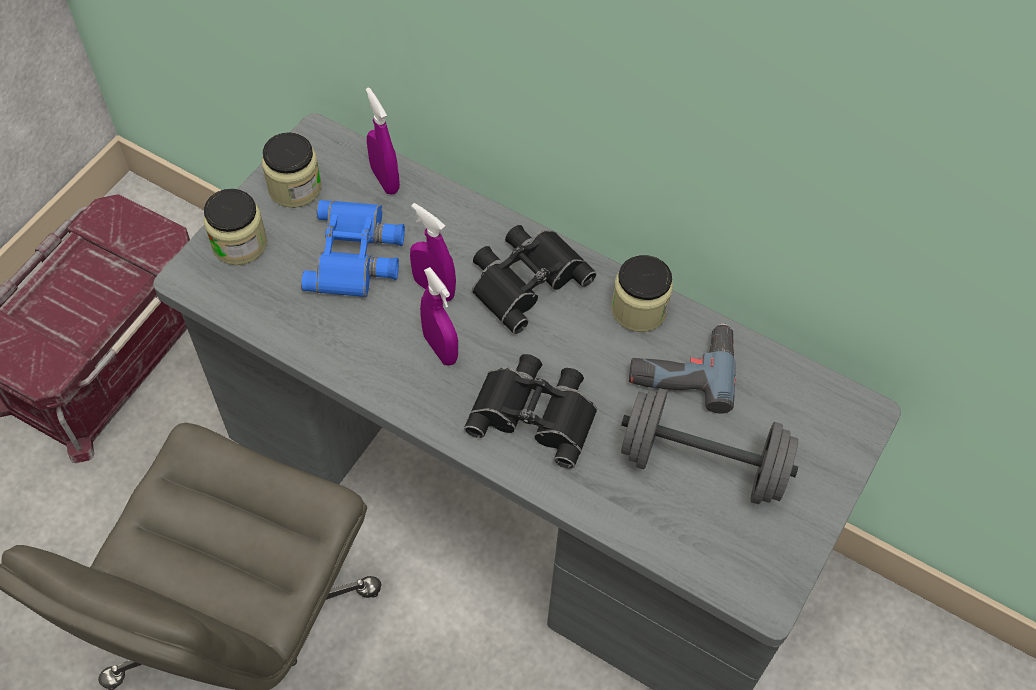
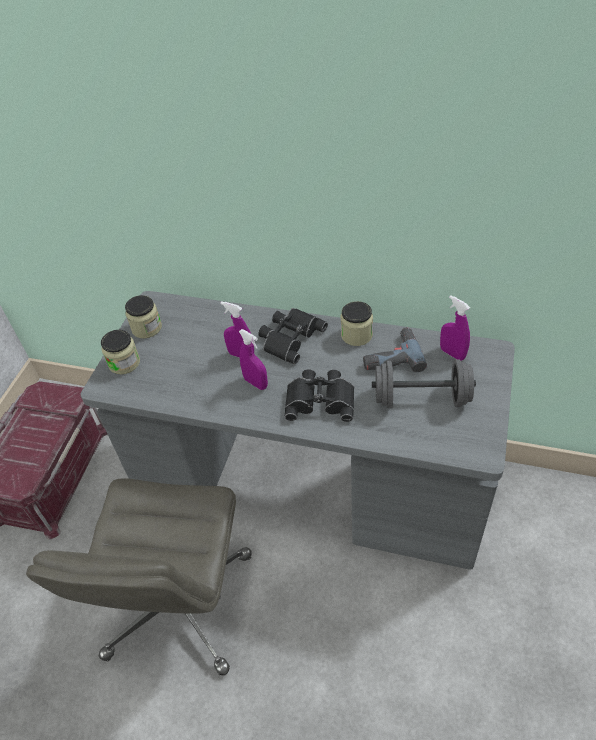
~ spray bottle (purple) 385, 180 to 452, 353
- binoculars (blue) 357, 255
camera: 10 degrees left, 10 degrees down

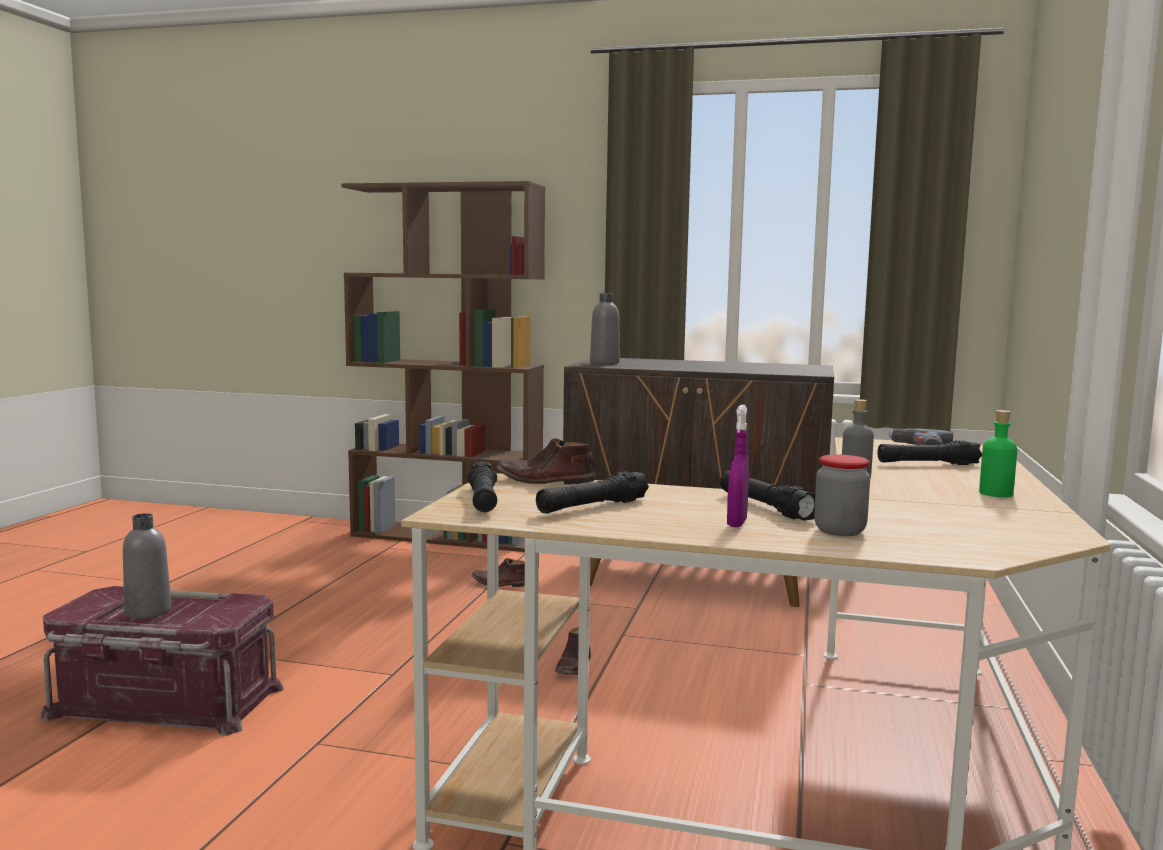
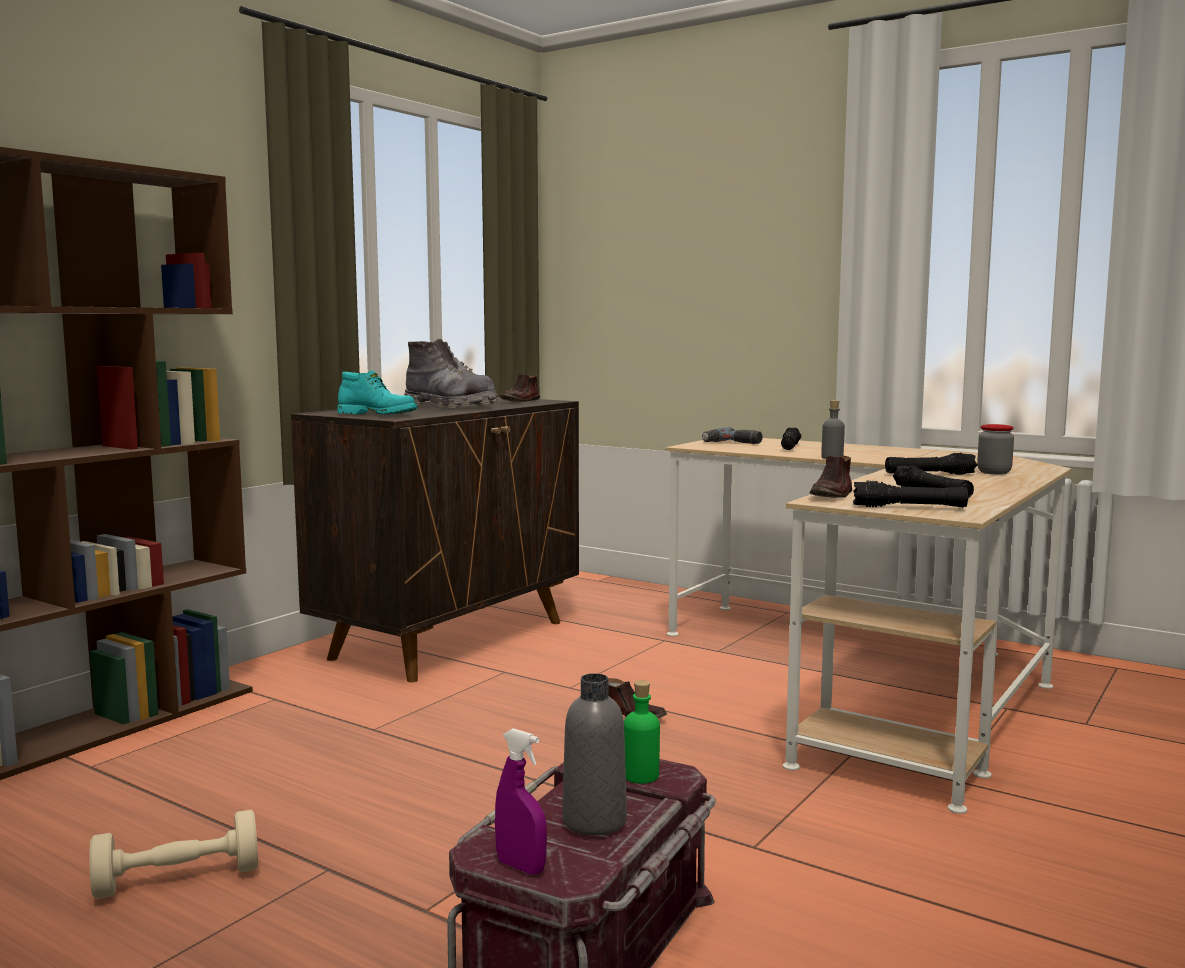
~ bottle (grey) 604, 363 to boot (turquoise) 378, 414
~ spray bottle (purple) 736, 523 to 521, 867
~ bottle (green) 995, 493 to 640, 775
~ shoe (brown) 501, 583 to 521, 401
+ boot (grey) 450, 406
+ dumbbell (beige) 178, 880
camera: 70 degrees left, 0 degrees up

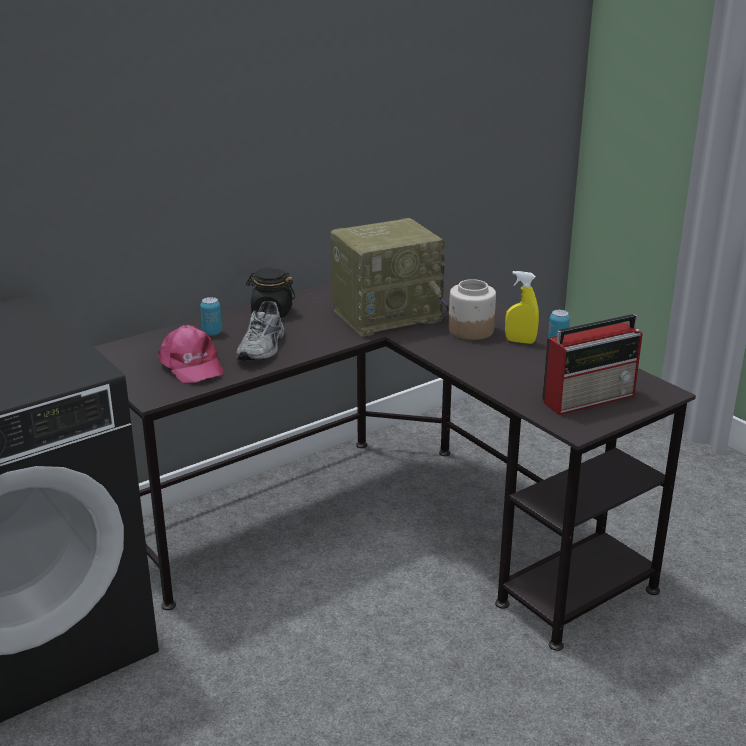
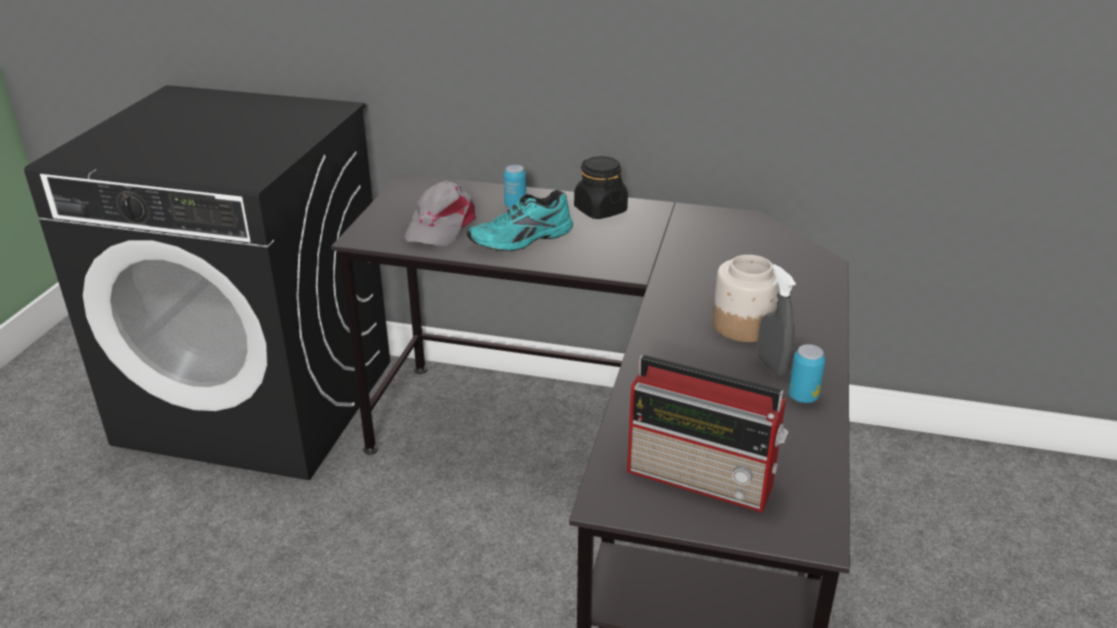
- radio 388, 315
~ spray bottle (yellow) 520, 341 to spray bottle (grey) 771, 367
~ shoe (grey) 263, 348 to shoe (turquoise) 522, 239
~ cap (pink) 191, 365 to cap (grey) 440, 226
camera: 50 degrees right, 5 degrees up

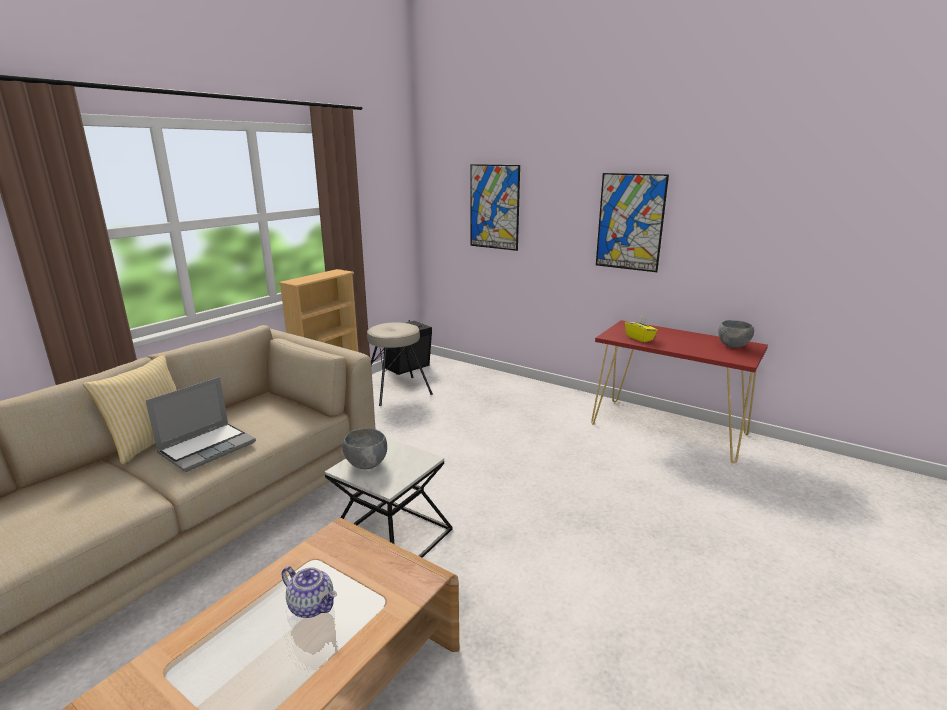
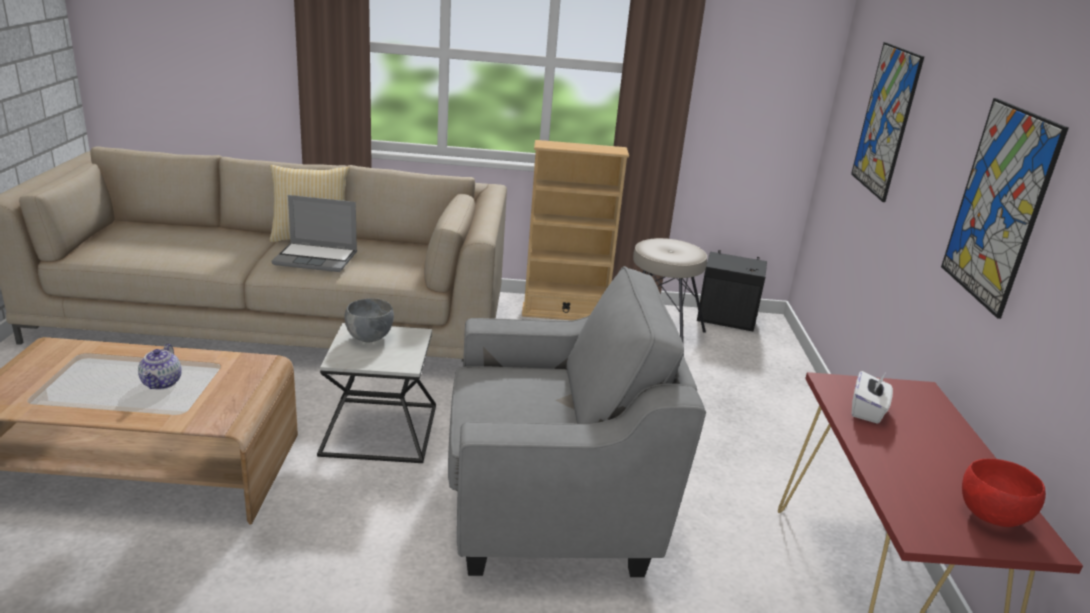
~ tissue box (yellow) 640, 338 to tissue box (white) 867, 411
~ bowl (grey) 733, 346 to bowl (red) 992, 517
+ armchair (grey) 551, 503
camera: 55 degrees right, 5 degrees up

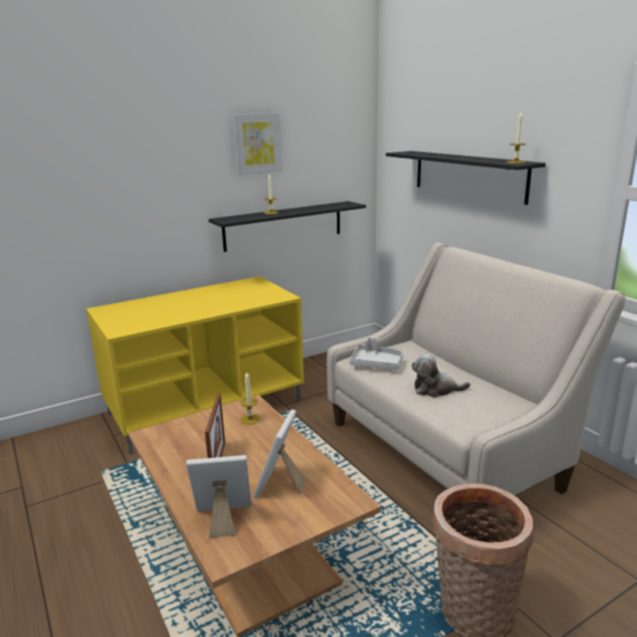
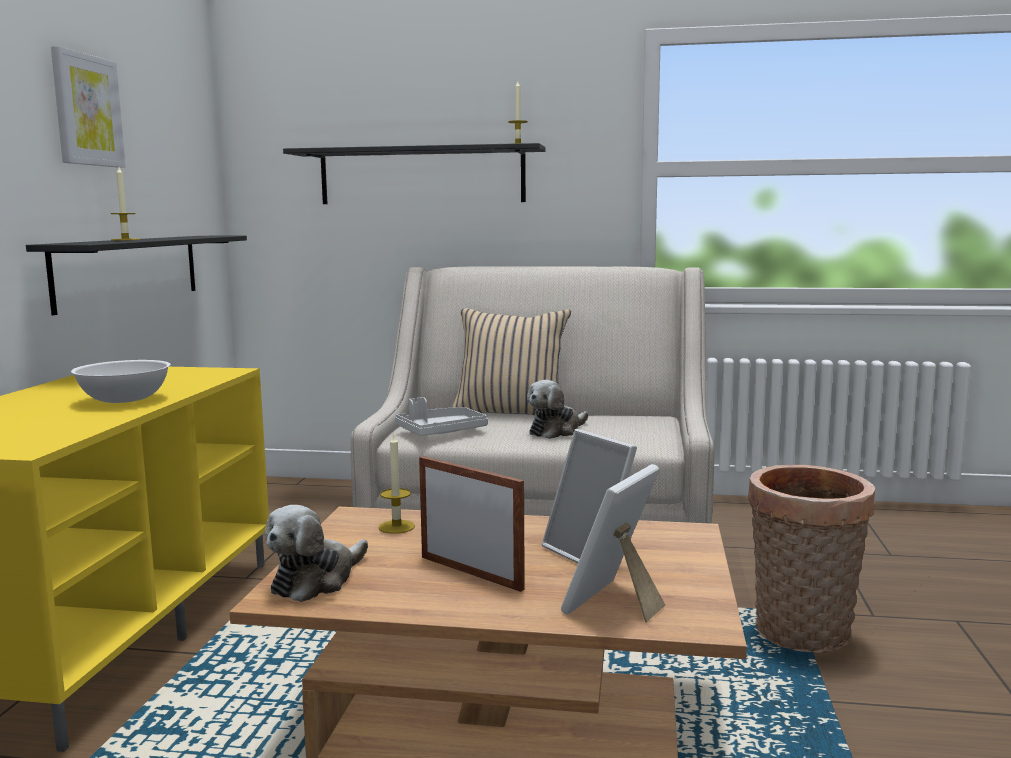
+ pillow (beige) 510, 413
+ bowl (white) 125, 400
+ plush toy 316, 580
camera: 50 degrees left, 10 degrees down

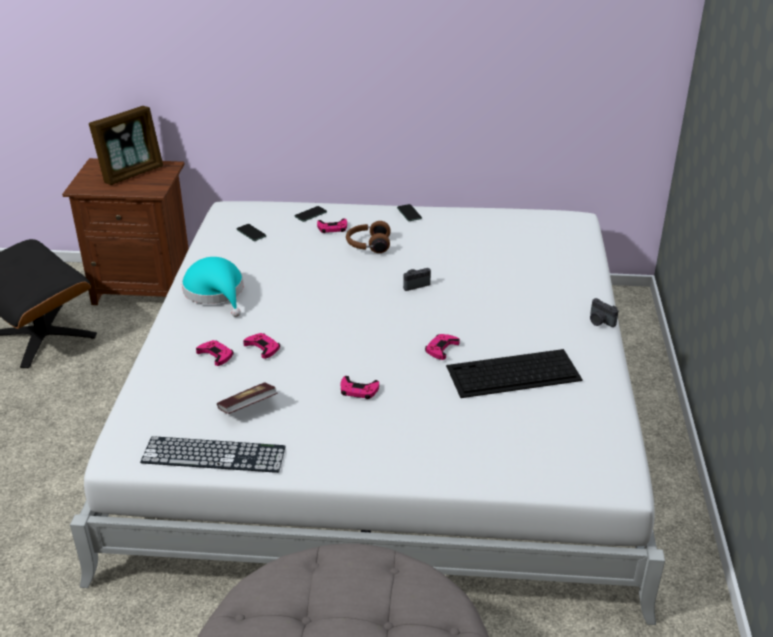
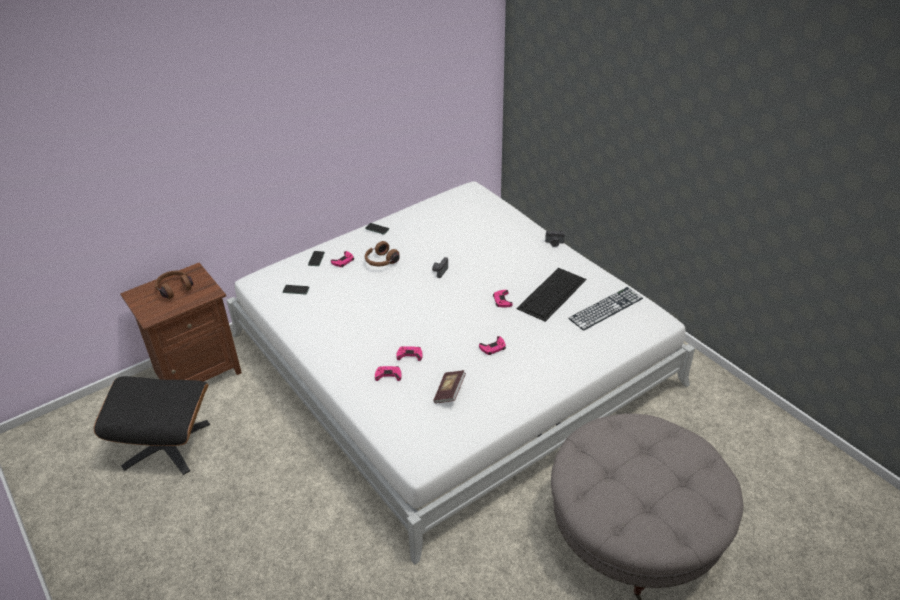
~ picture frame 132, 173 to headphones (brown) 174, 288
- hat (turquoise) 216, 292
~ keyboard 213, 455 to 605, 308
camera: 40 degrees left, 5 degrees up

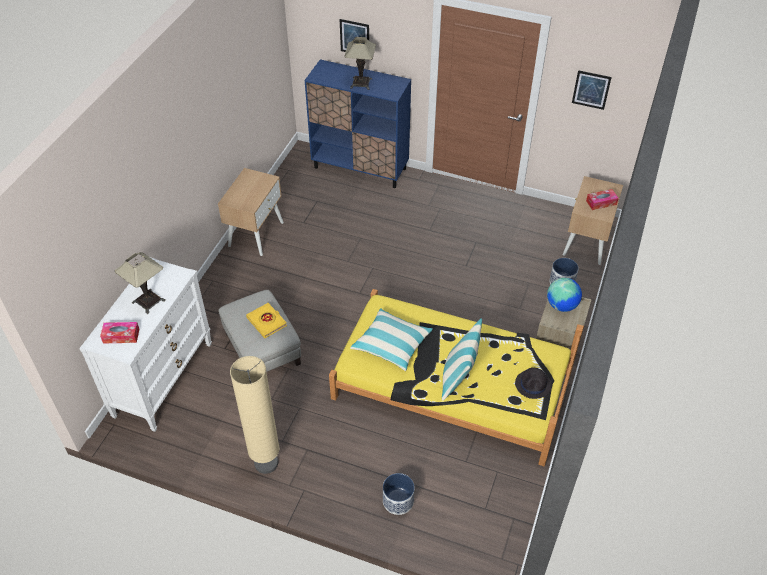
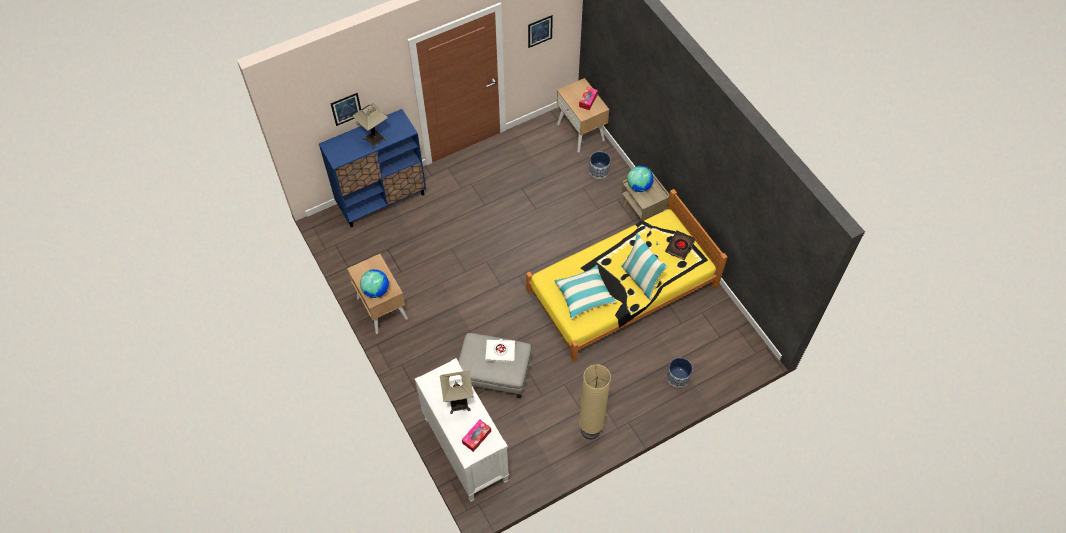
~ book (yellow) 267, 322 to book (white) 500, 352
~ hat (black) 533, 384 to book (black) 680, 246
+ globe 376, 290
camera: 50 degrees left, 10 degrees up

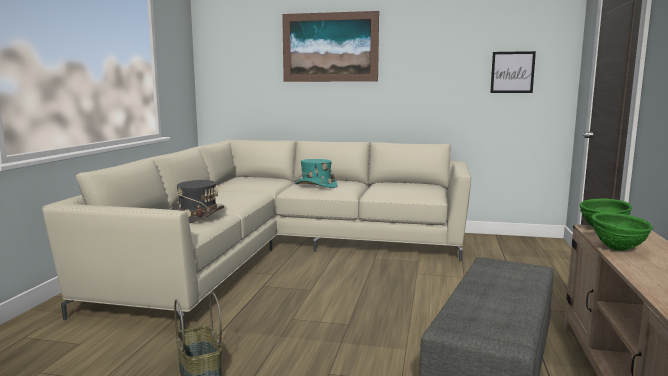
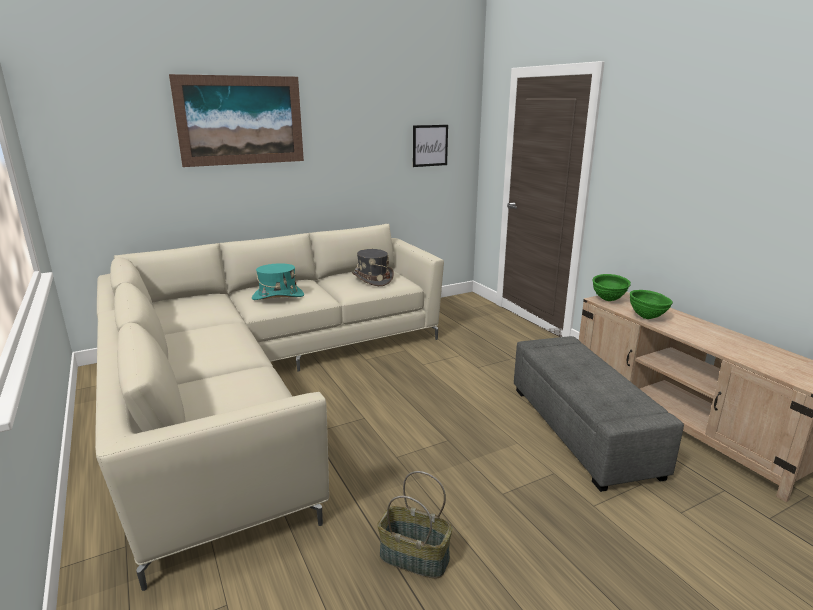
~ hat (grey) 198, 216 to 372, 279
camera: 40 degrees left, 10 degrees up

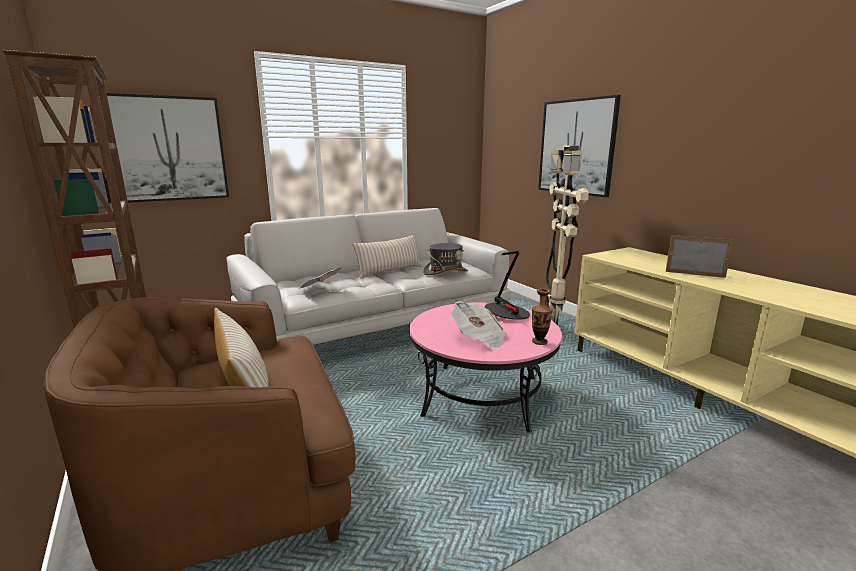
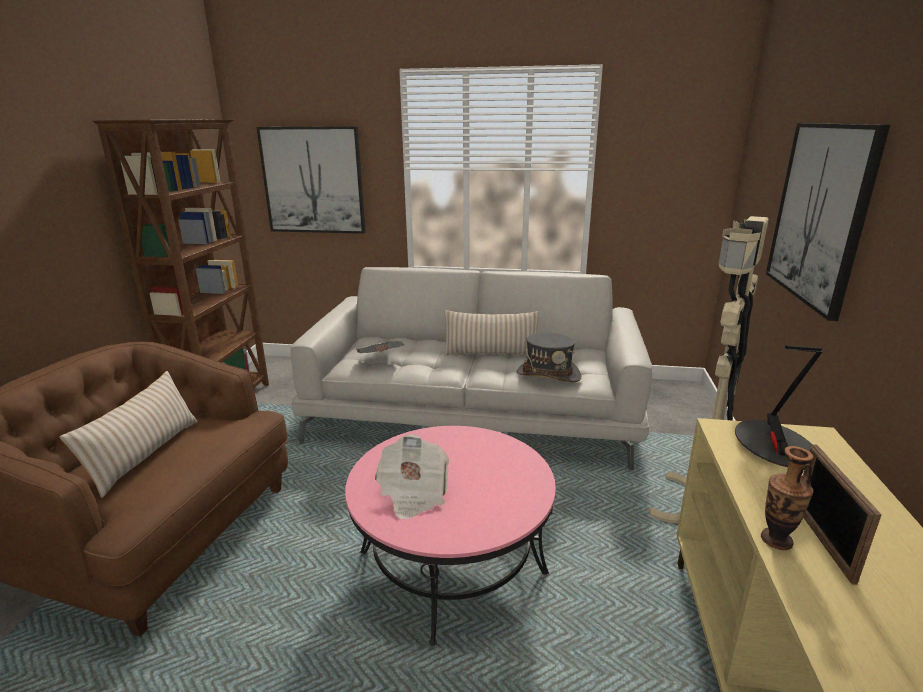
~ picture frame 694, 274 = 822, 541 150 degrees counterclockwise
~ table lamp 506, 313 to 774, 446
~ vase 539, 342 to 776, 540
camera: 40 degrees right, 5 degrees up

